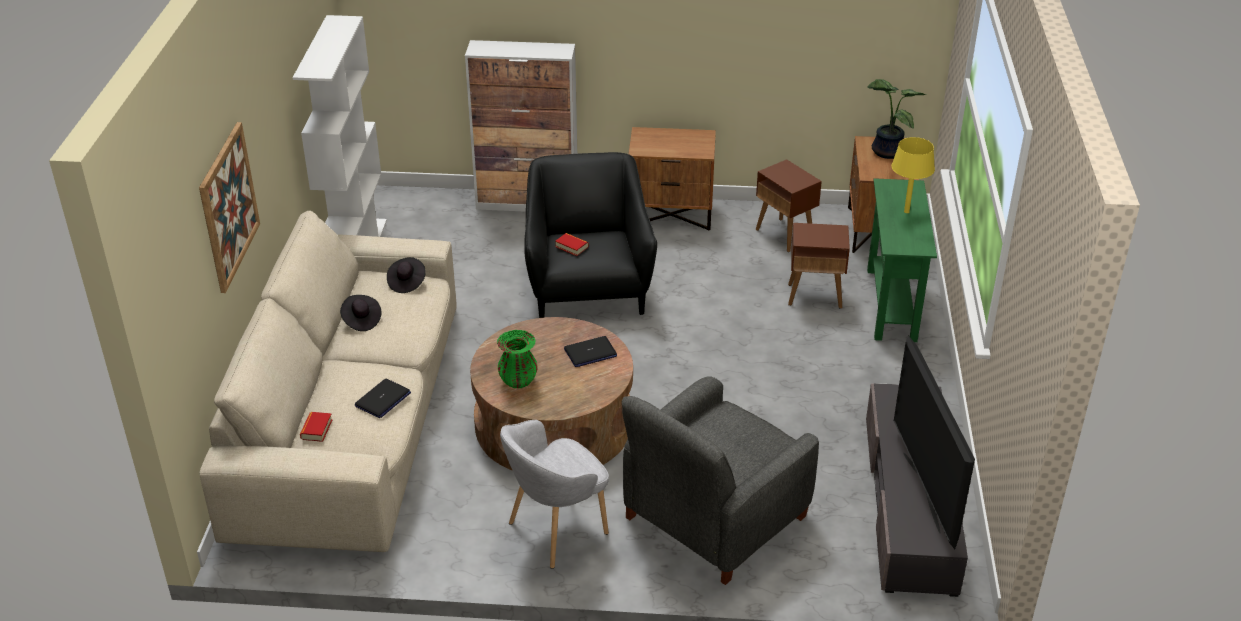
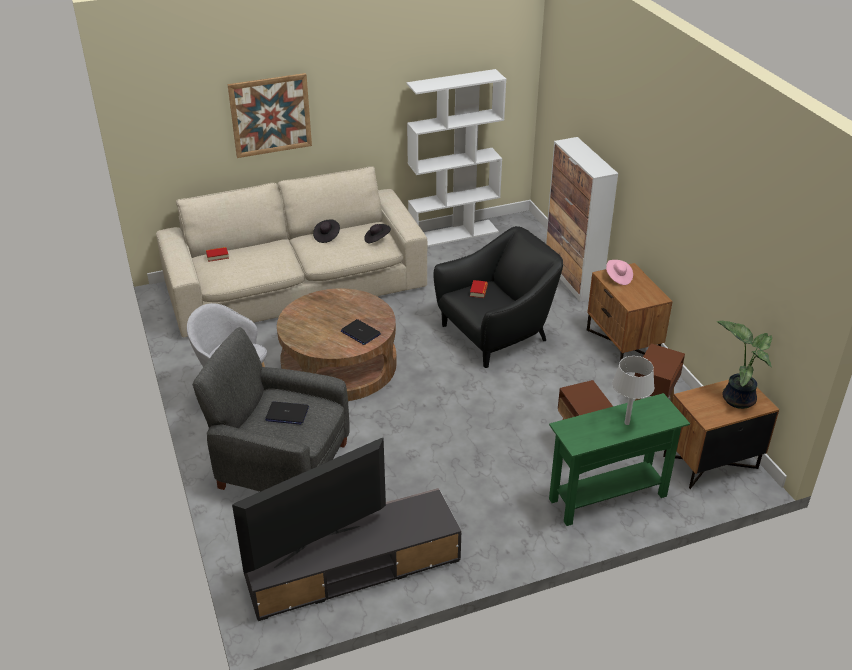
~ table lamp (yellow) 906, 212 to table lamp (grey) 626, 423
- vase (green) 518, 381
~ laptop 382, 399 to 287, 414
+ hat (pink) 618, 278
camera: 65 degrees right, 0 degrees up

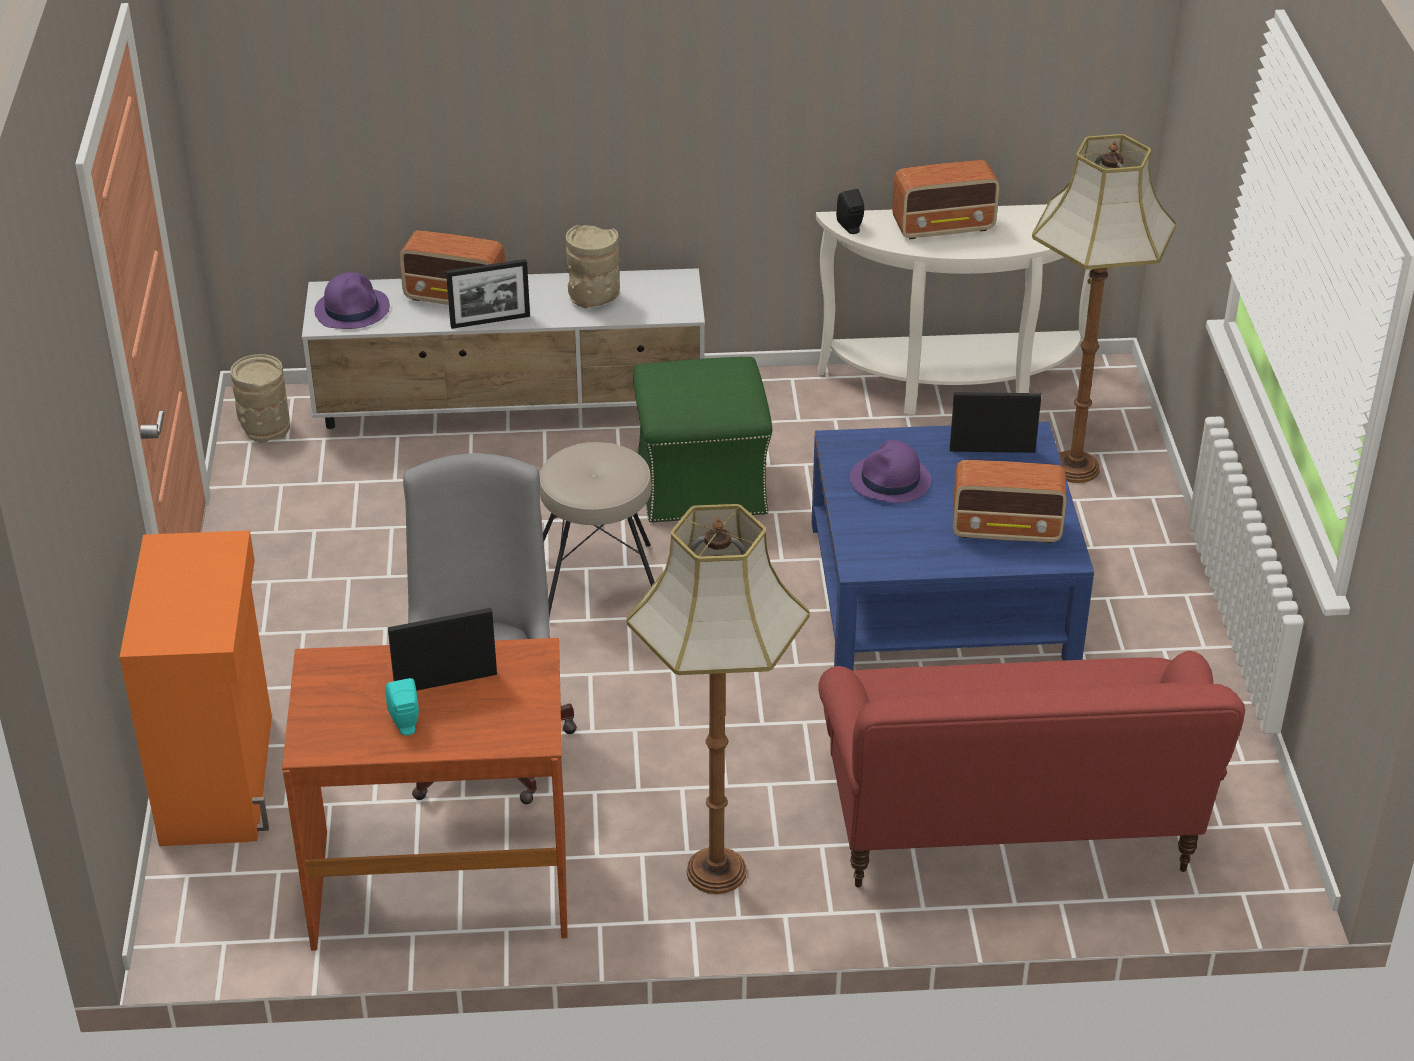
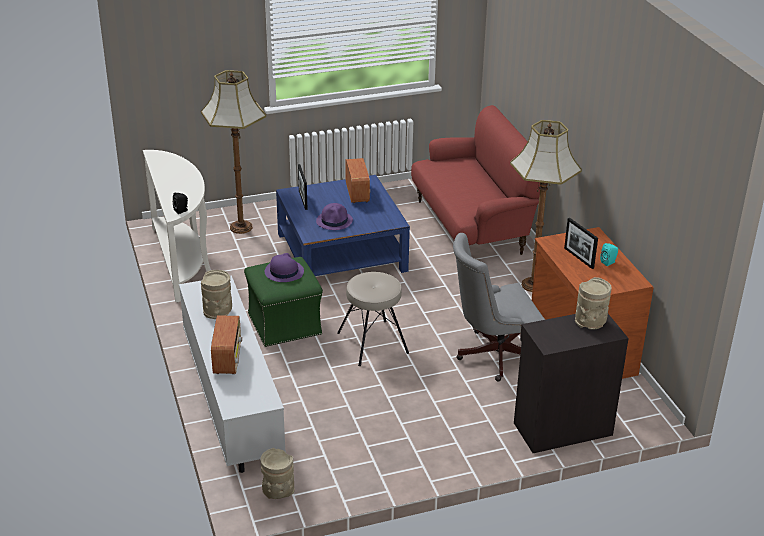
- radio 944, 227
- picture frame 490, 321
~ hat (purple) 352, 309 to 283, 272
~ cabinet (orange) 220, 778 to cabinet (black) 561, 428
+ vase (beige) 590, 323
camera: 105 degrees left, 5 degrees down

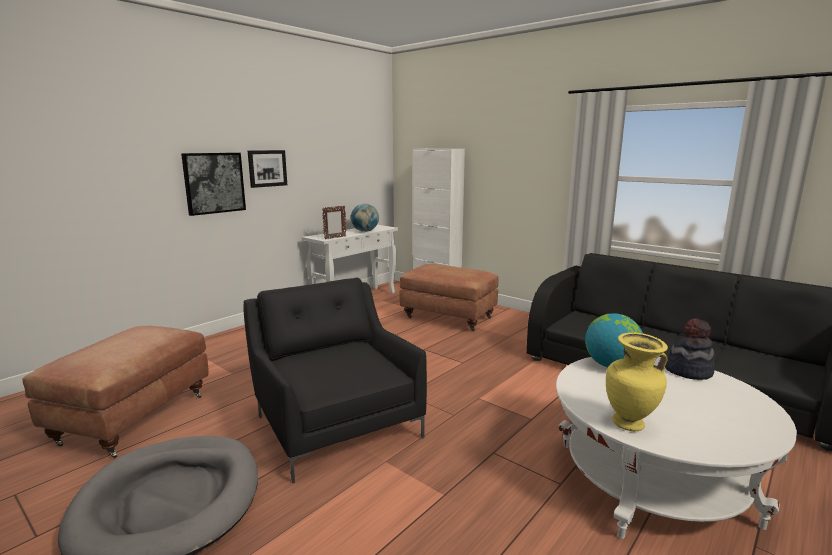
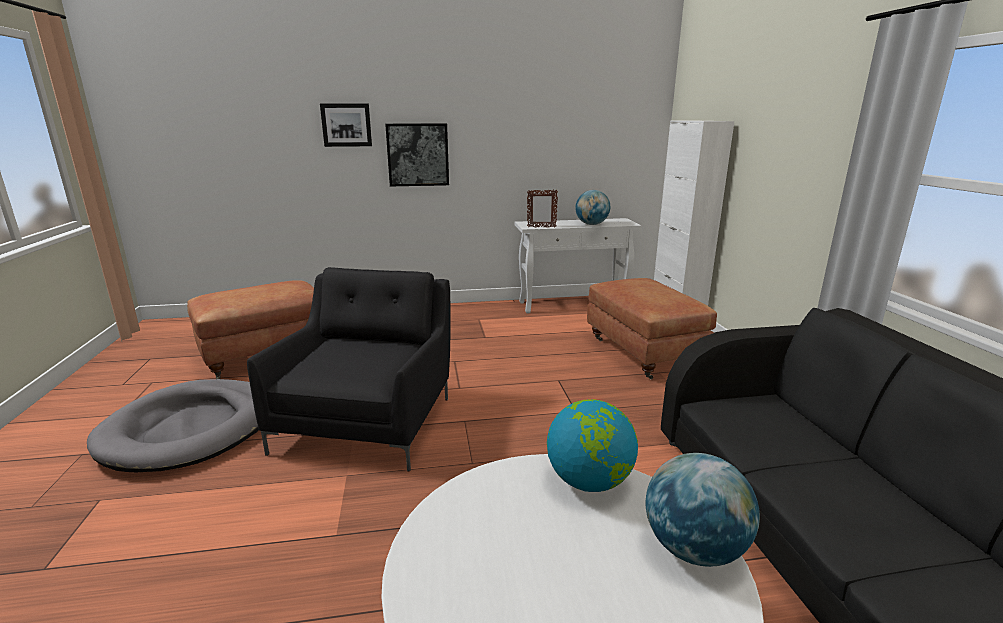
~ picture 267, 168 to 346, 125
~ hat 688, 371 to globe 694, 549
- vase (yellow) 629, 424
camera: 40 degrees right, 5 degrees up

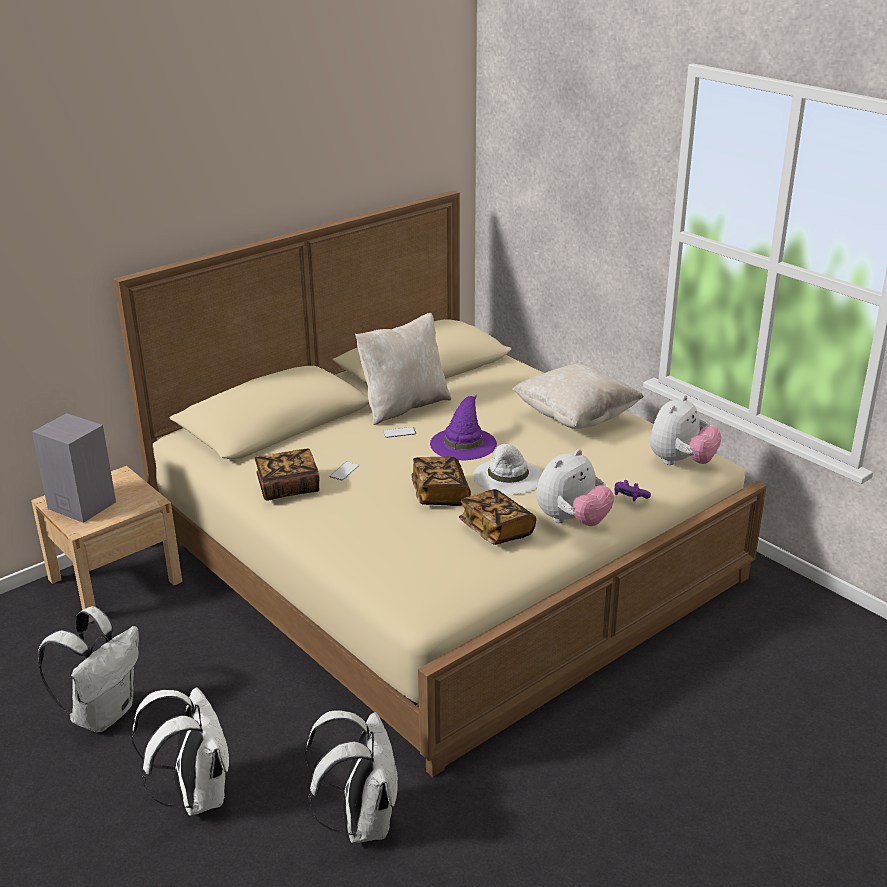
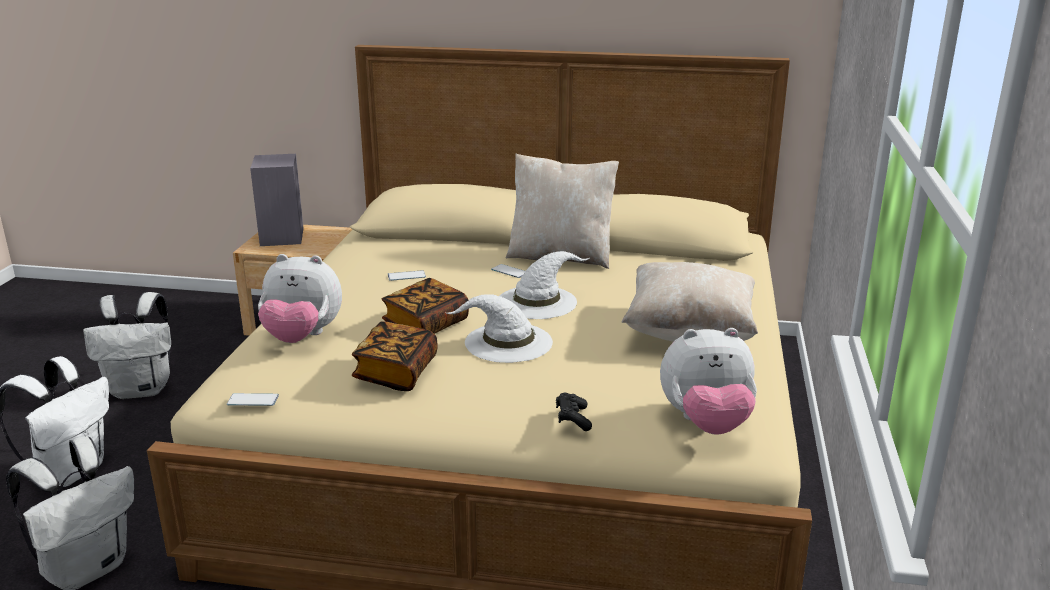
~ hat (purple) 463, 443 to hat (white) 537, 301
- book 288, 487
~ plush toy 572, 521 to 302, 337
~ game controller (purple) 629, 496 to game controller (black) 573, 419
+ phone 253, 400
camera: 50 degrees right, 5 degrees down

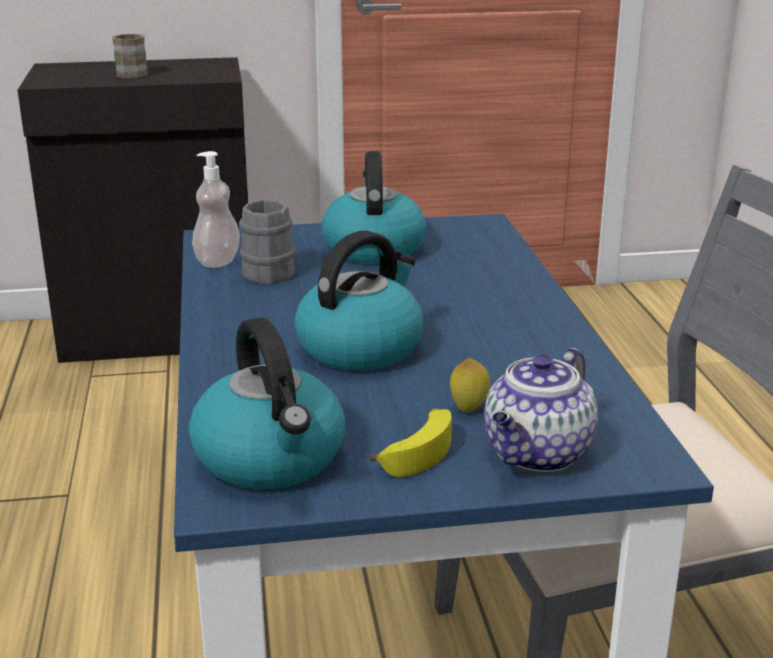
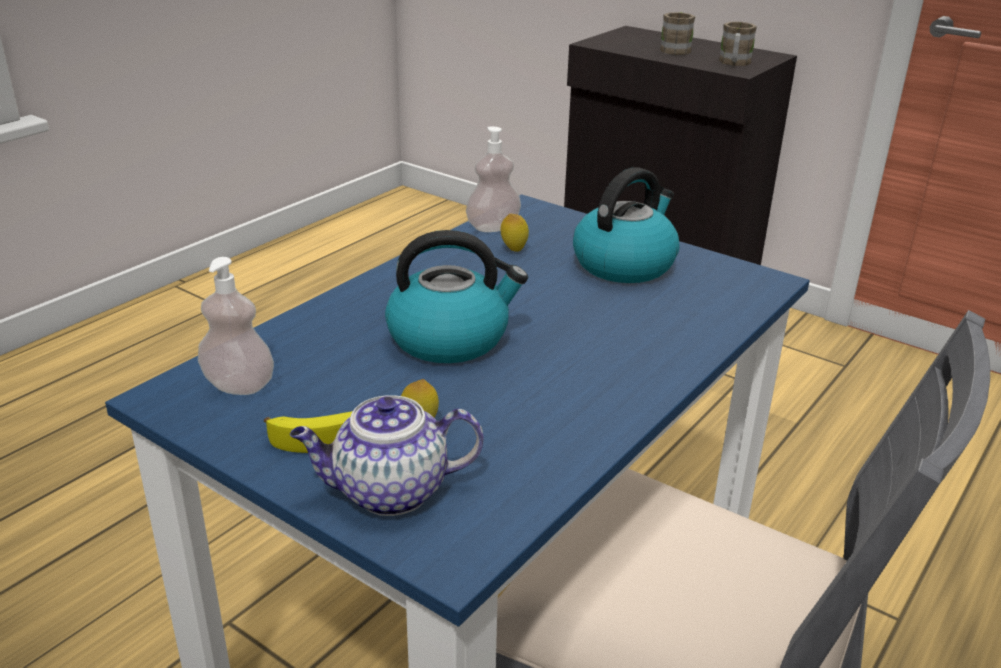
~ mug (grey) 271, 270 to lemon 514, 250
~ kettle 271, 458 to soap dispenser 239, 385
+ mug (brown) 734, 63
camera: 45 degrees right, 5 degrees up

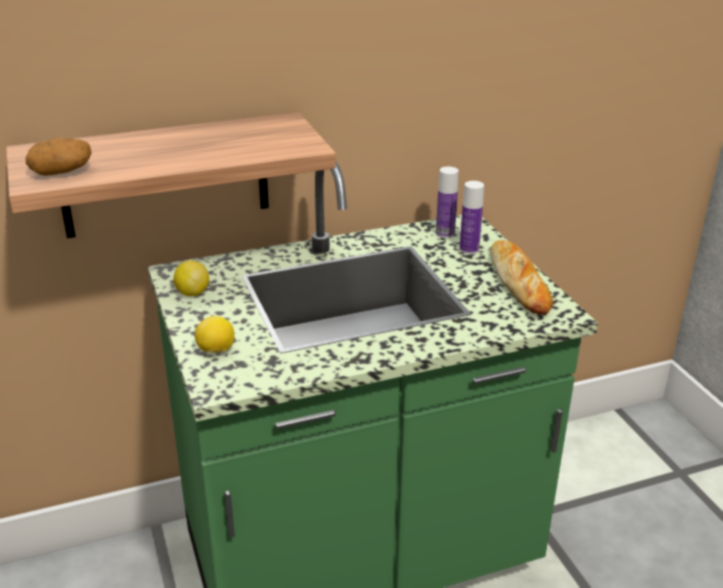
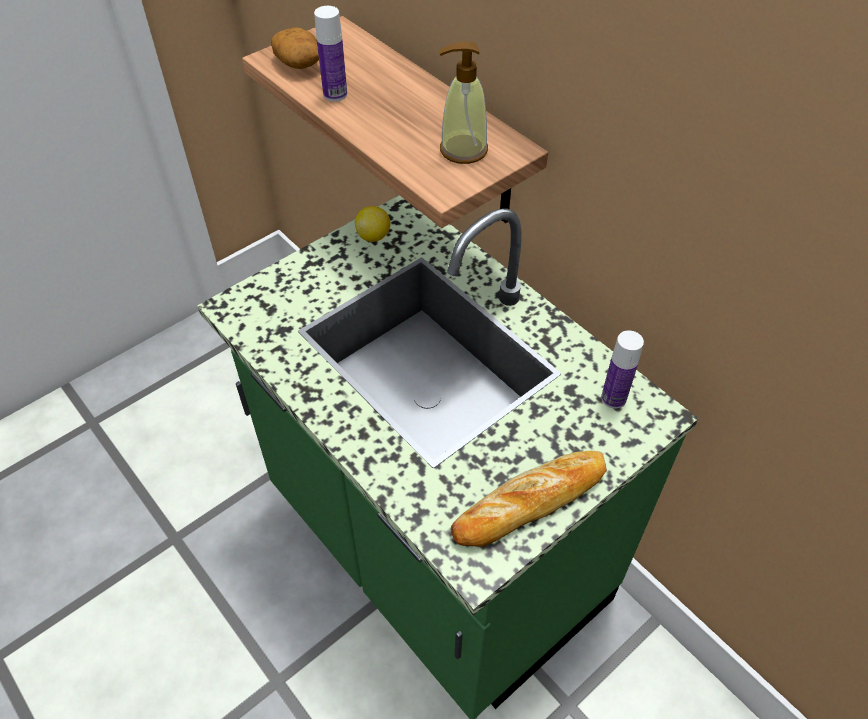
~ bottle 469, 249 to 335, 94
- lemon 216, 351
+ soap dispenser 463, 150
camera: 70 degrees right, 20 degrees up

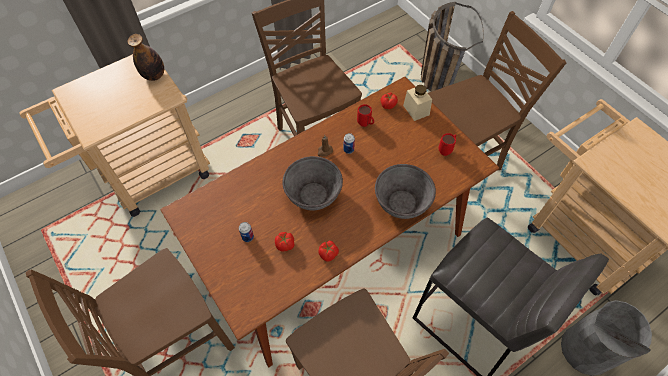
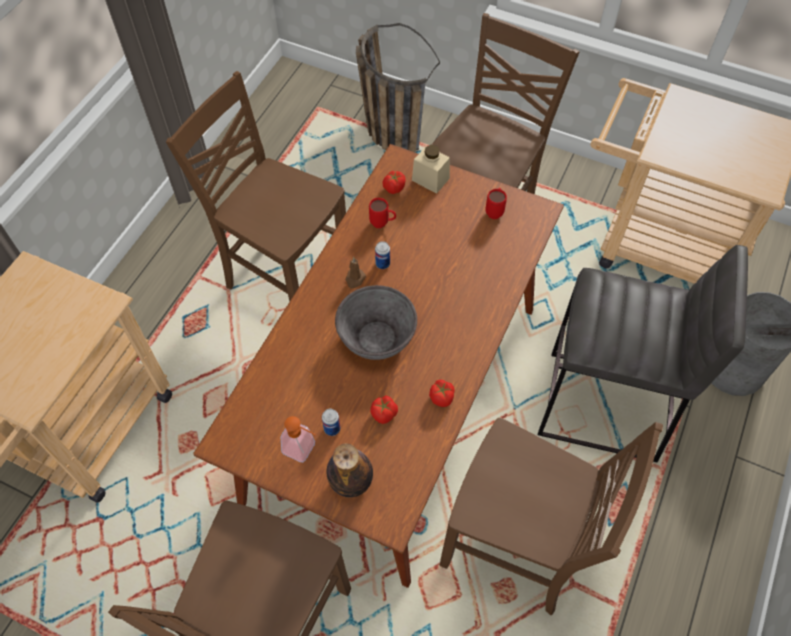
~ bottle 154, 75 to 351, 482
- bowl (grey) 402, 202
+ soap dispenser 304, 450
camera: 30 degrees left, 0 degrees up

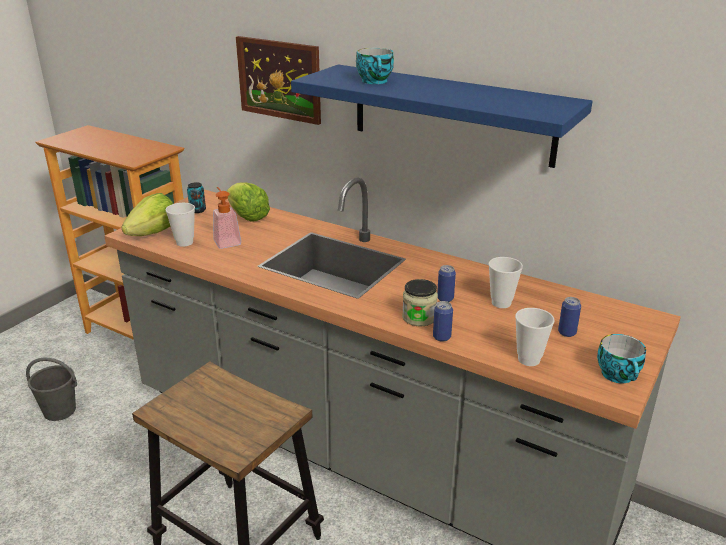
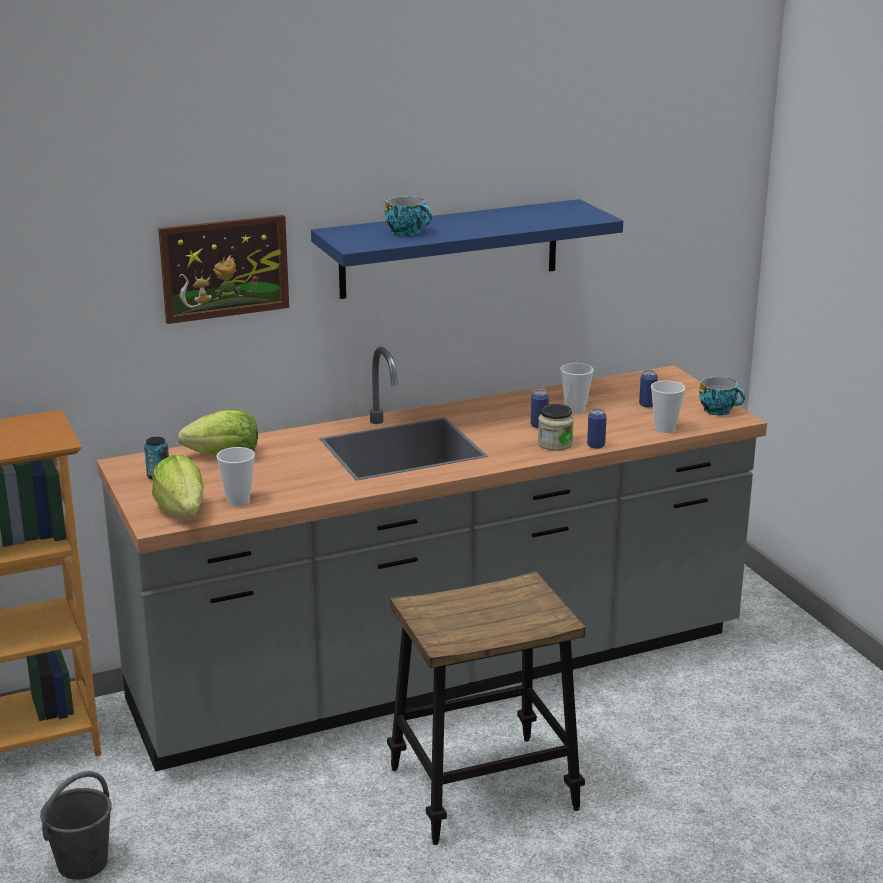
- soap dispenser 226, 241
camera: 55 degrees left, 5 degrees down

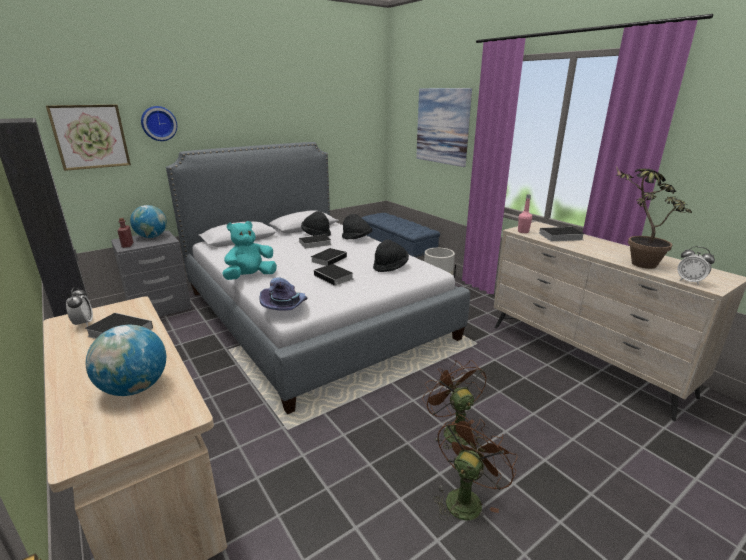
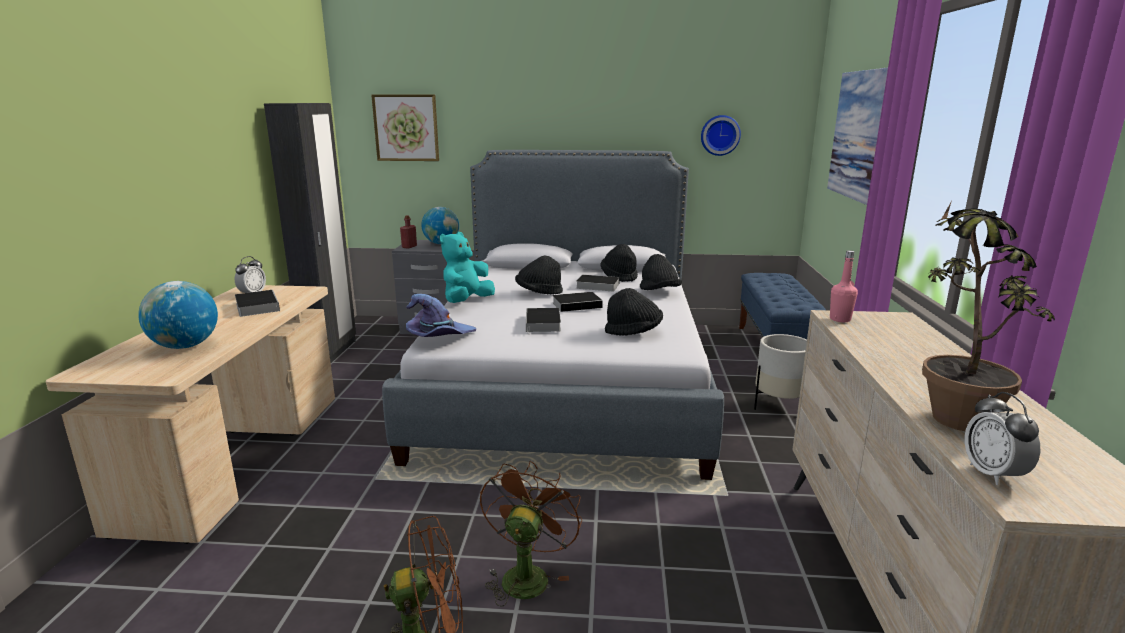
~ wall clock 158, 123 to 720, 135
~ plush toy (turquoise) 250, 277 = 466, 301 60 degrees counterclockwise
- book 559, 237
+ hat (black) 539, 293
camera: 40 degrees right, 5 degrees down

